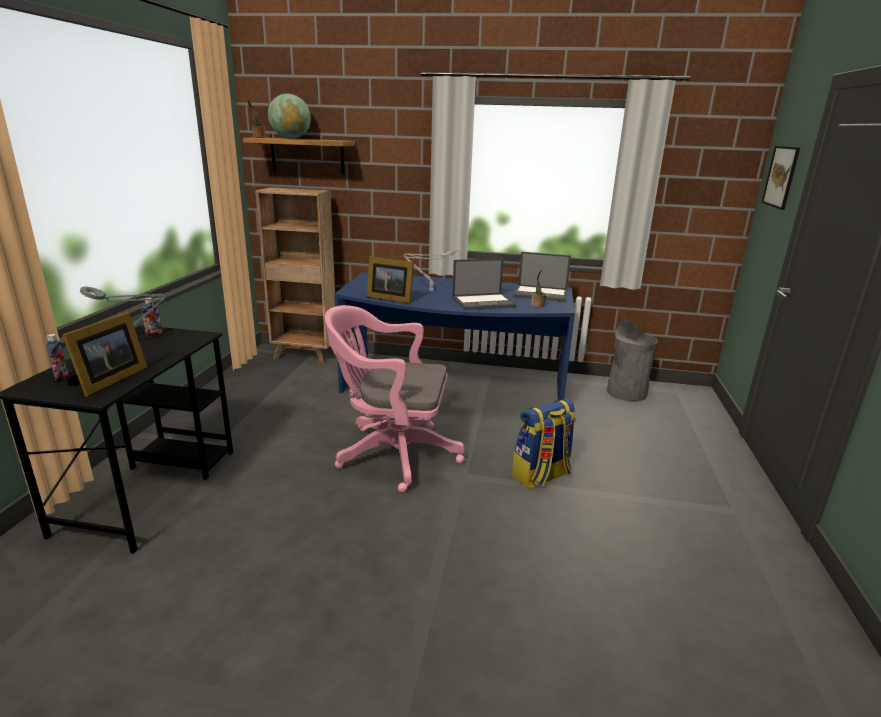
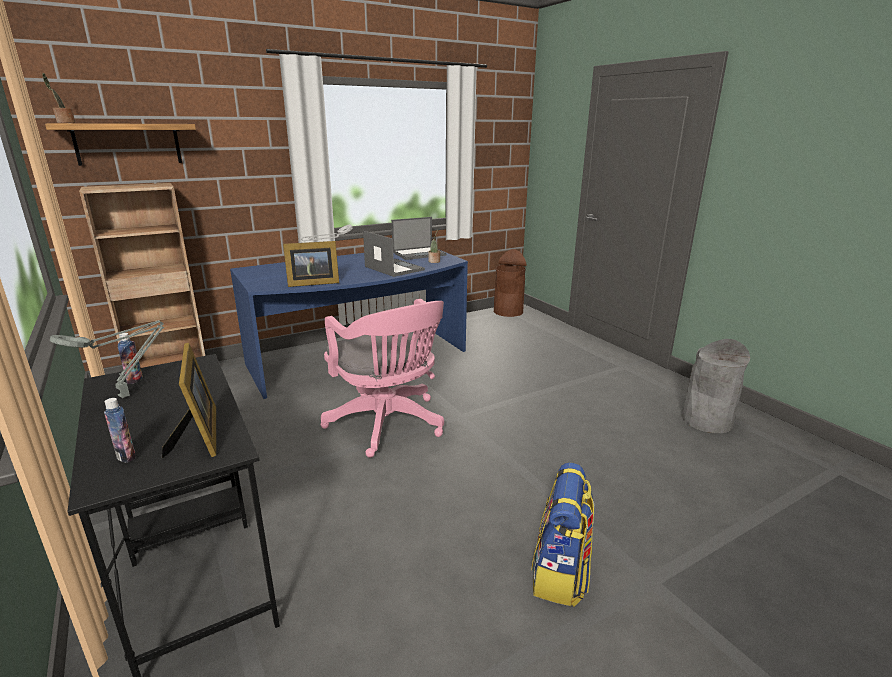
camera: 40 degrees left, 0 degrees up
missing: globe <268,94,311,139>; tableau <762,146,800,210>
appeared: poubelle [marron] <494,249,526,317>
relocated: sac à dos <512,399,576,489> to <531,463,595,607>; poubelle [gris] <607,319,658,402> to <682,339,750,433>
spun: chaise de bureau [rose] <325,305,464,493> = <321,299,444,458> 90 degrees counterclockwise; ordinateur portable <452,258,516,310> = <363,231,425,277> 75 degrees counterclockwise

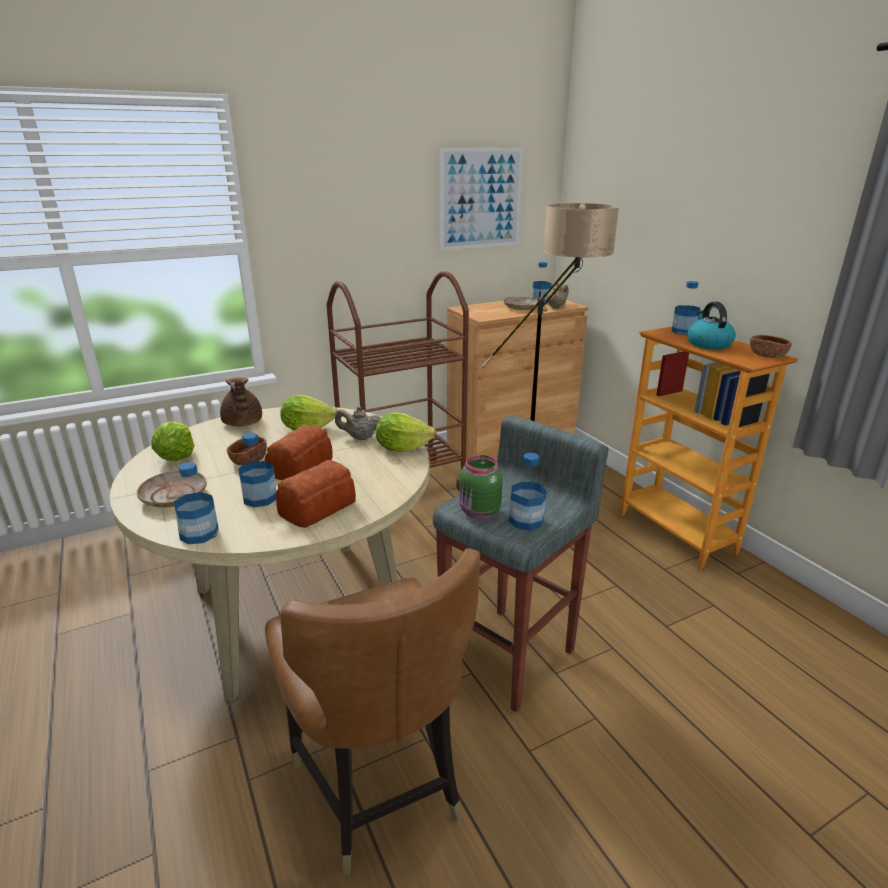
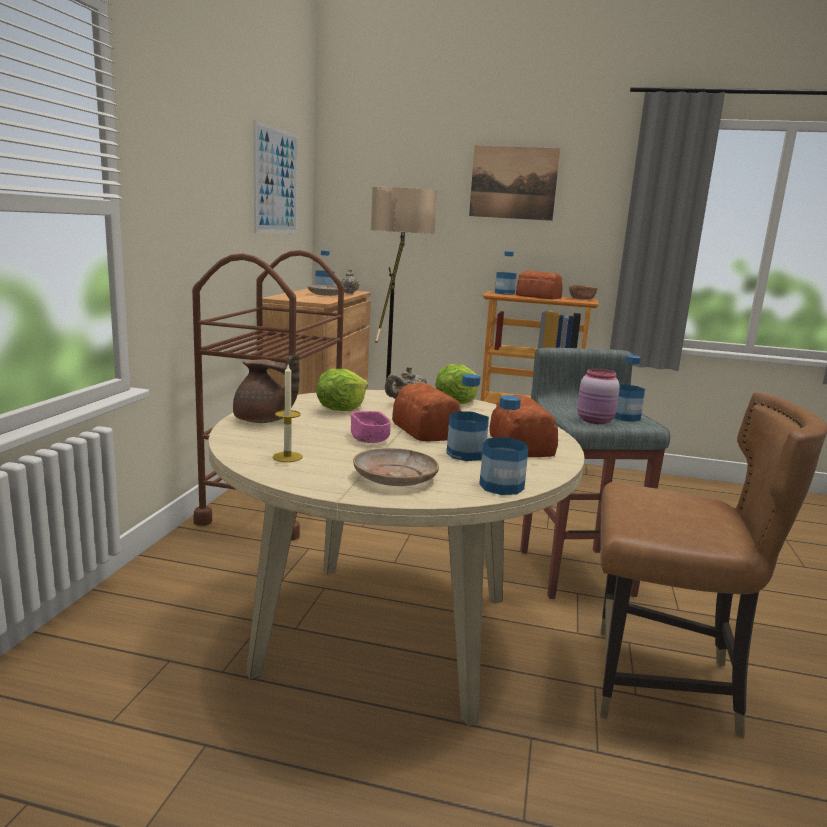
camera: 50 degrees left, 10 degrees down
appeared: tableau <469,146,560,221>
exchanged: laitue <152,421,195,461> to bougie <273,365,302,462>; bouilloire <687,302,736,350> to pain <516,271,563,300>
colour: bol [marron] <227,437,267,466> to bol [rose] <351,411,391,443>; bocal [vert] <459,455,503,519> to bocal [rose] <577,368,620,424>

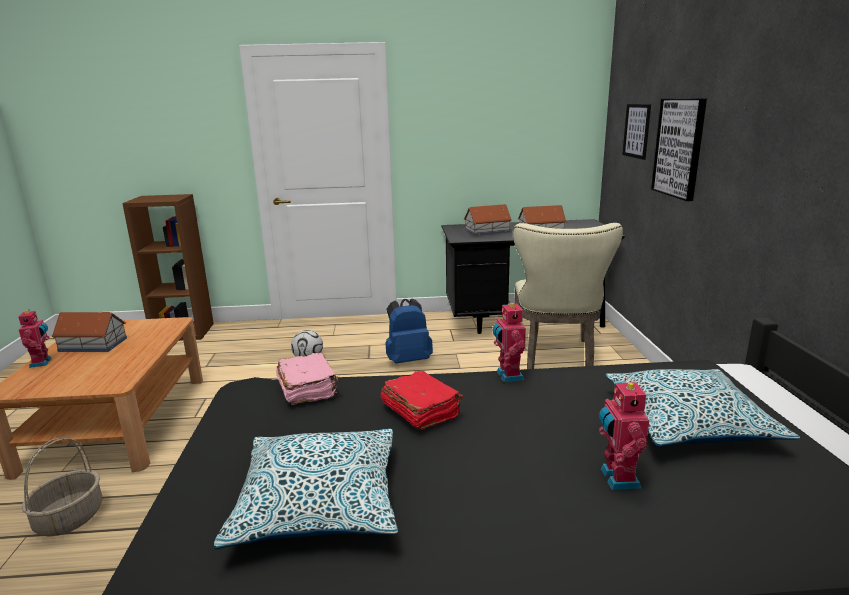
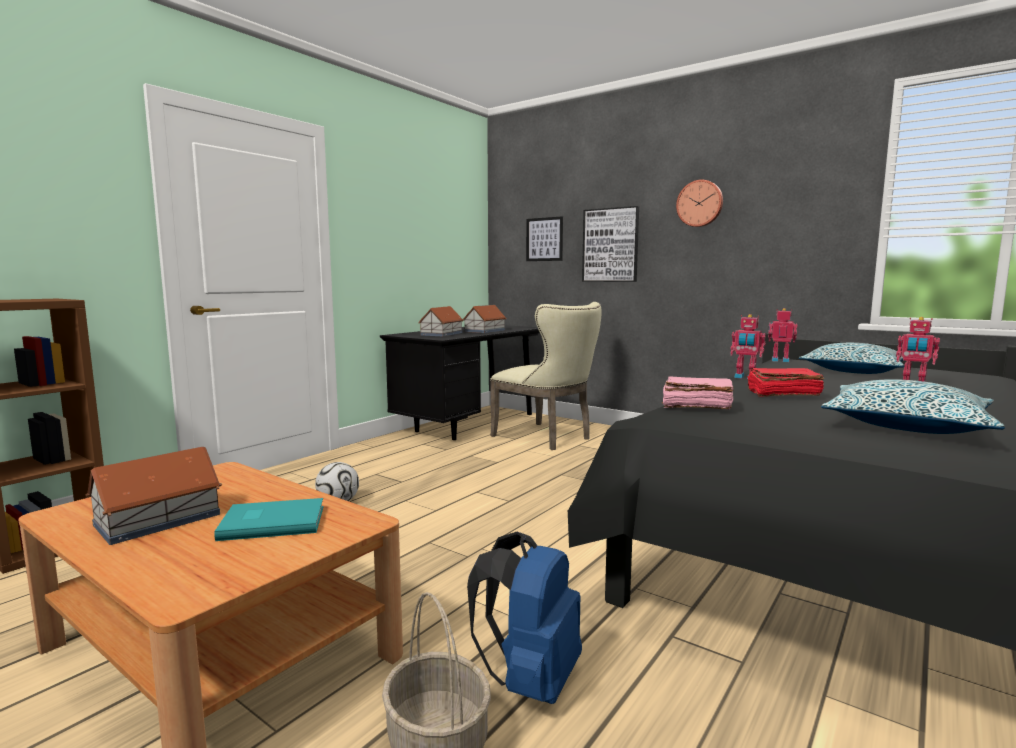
camera: 50 degrees left, 10 degrees down
appeared: livre [turquoise] <214,498,324,541>; horloge murale <676,180,723,227>
relocated: robot jouet <18,309,52,368> to <768,308,797,362>; sac à dos [bleu] <385,299,433,363> to <467,532,582,704>

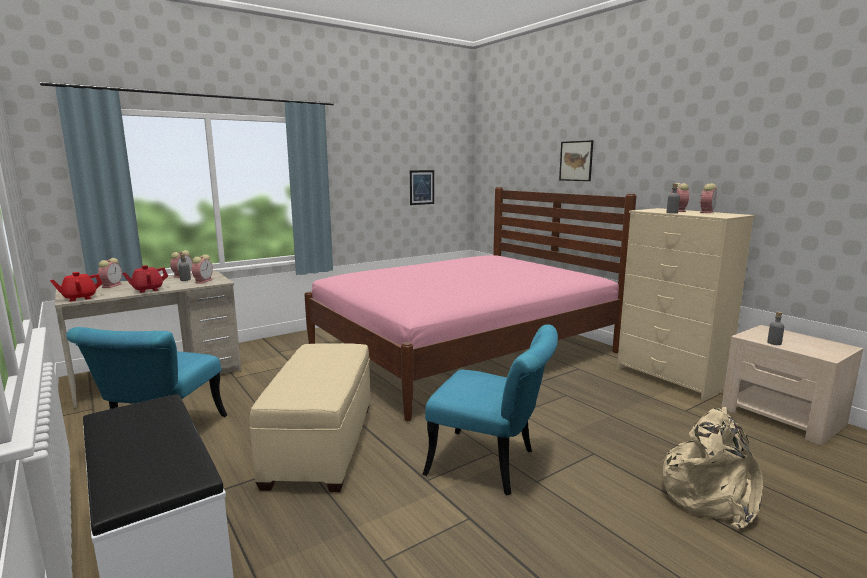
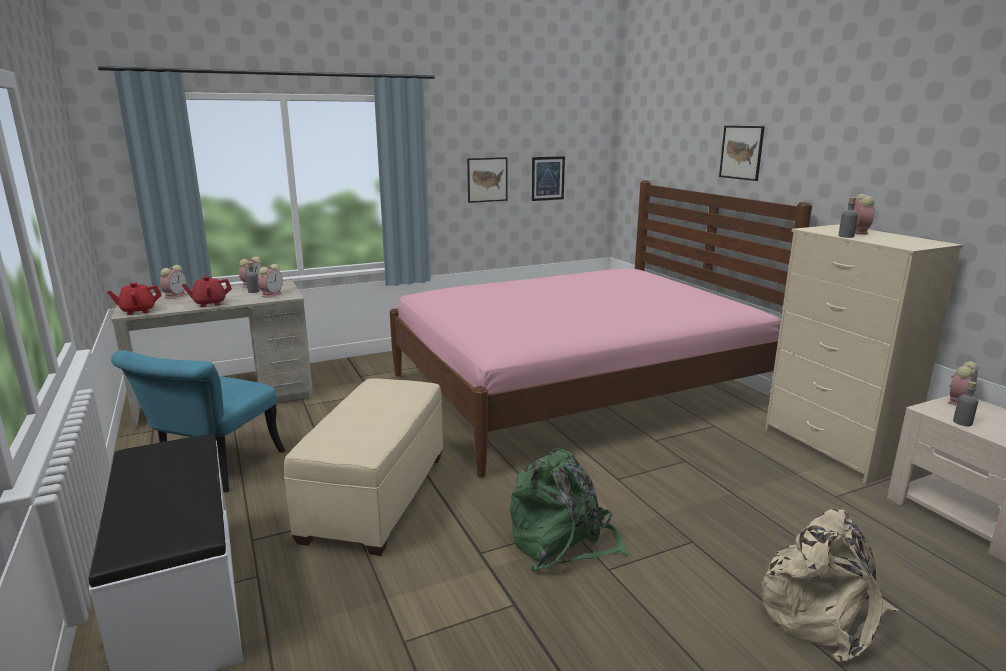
camera: 10 degrees right, 5 degrees up
appeared: tableau <467,157,508,203>
relocated: réveil <699,183,717,213> to <948,361,978,406>
exchanged: chaise [turquoise] <422,324,558,495> to sac à dos [vert] <509,448,628,571>

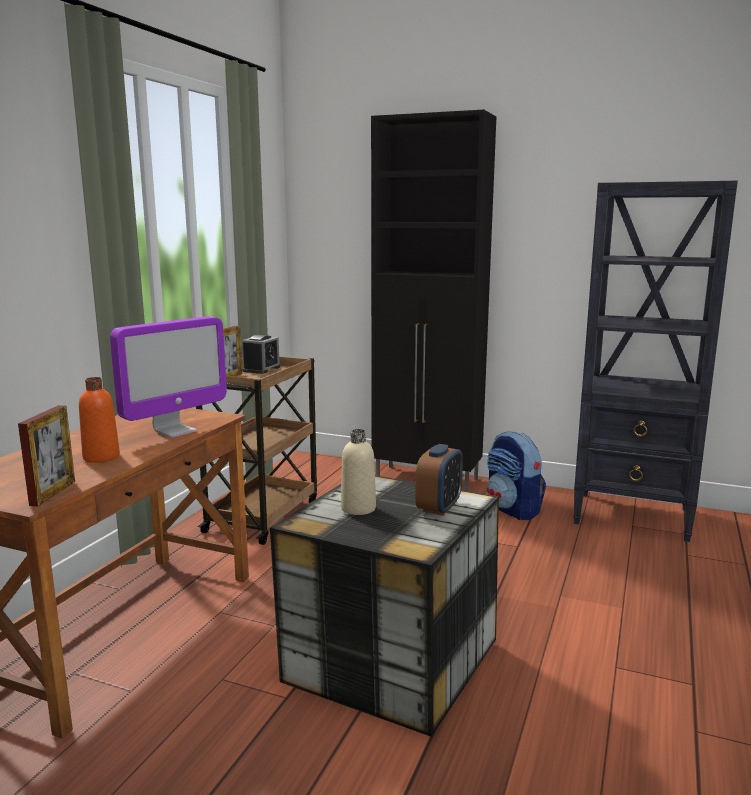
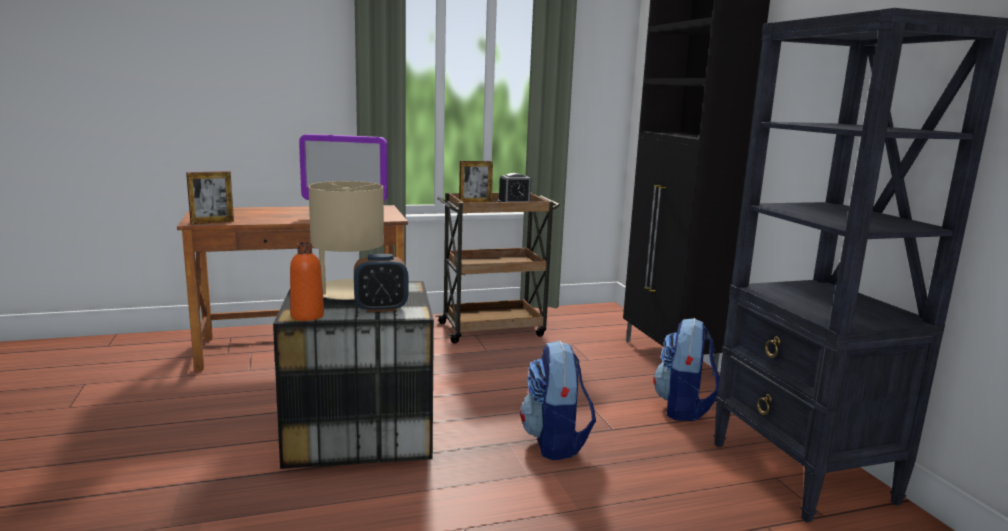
camera: 50 degrees right, 0 degrees up
appeared: sac à dos <520,341,596,460>
relocated: bouteille [orange] <79,377,120,463> to <290,242,324,321>
exchanged: bouteille [beige] <341,429,376,515> to lampe de table [beige] <309,181,384,300>

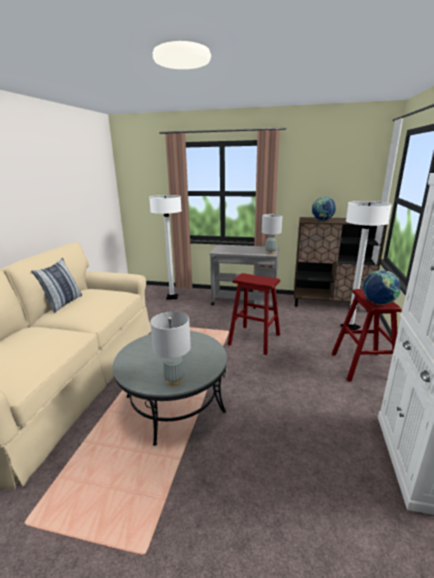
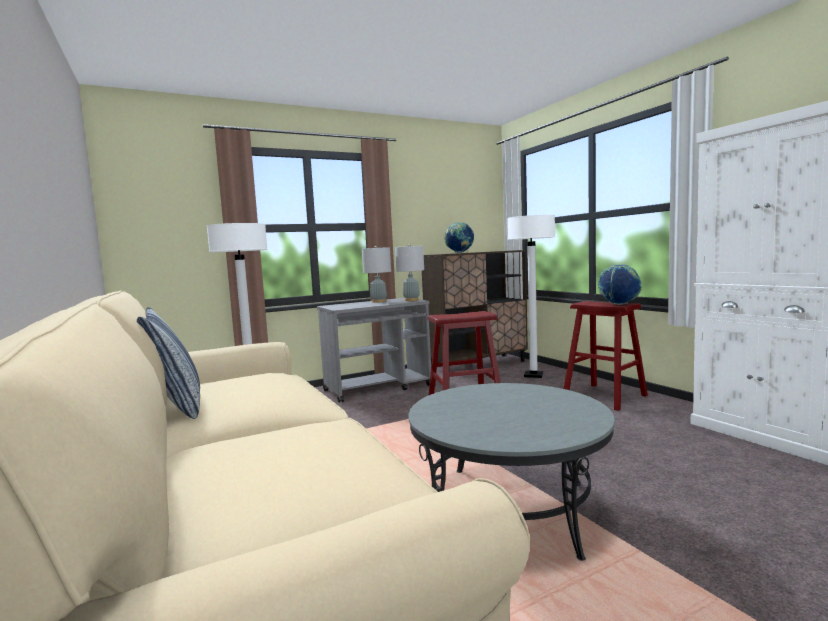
camera: 40 degrees left, 15 degrees down
relocated: lampe de table [gris] <150,311,191,386> to <362,246,391,303>

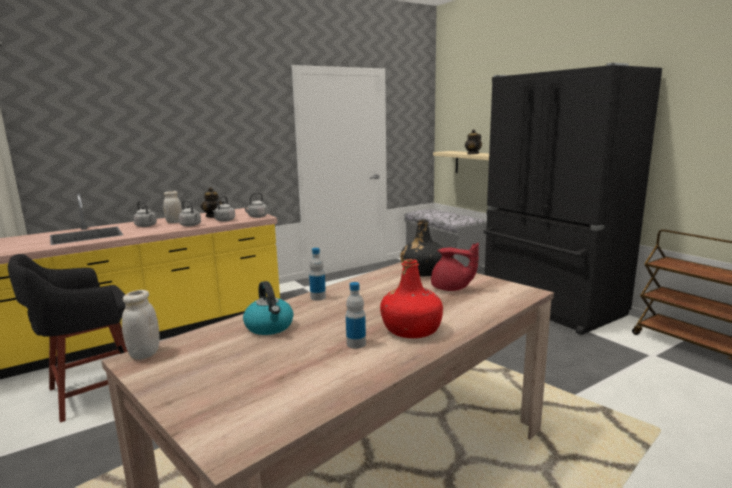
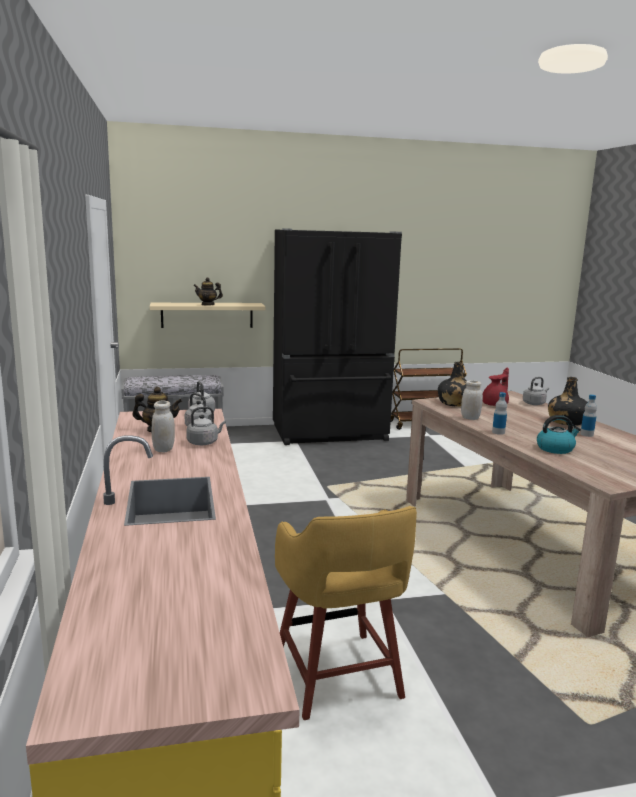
camera: 70 degrees left, 0 degrees up
relocated: bocal [blanc] <122,290,159,360> to <461,380,483,420>; bouilloire [gris] <133,201,157,227> to <523,377,549,405>
colour: tabouret [noir] <8,254,128,422> to tabouret [jaune] <275,506,417,720>; bouteille [rouge] <380,259,443,338> to bouteille [noir] <548,377,588,426>

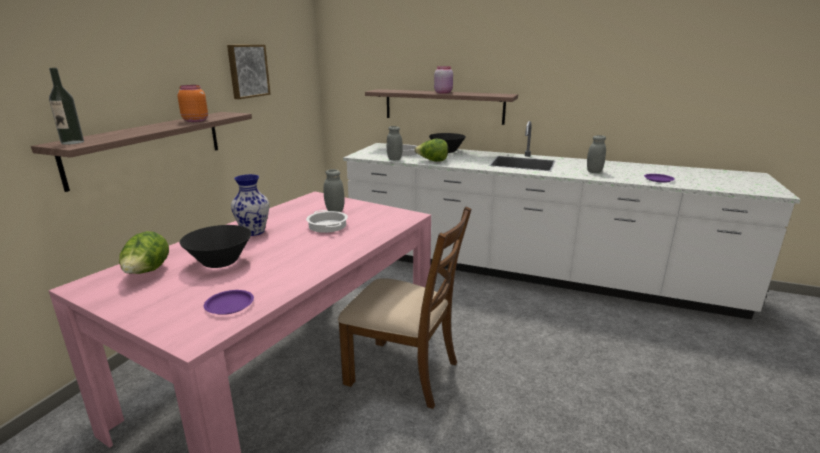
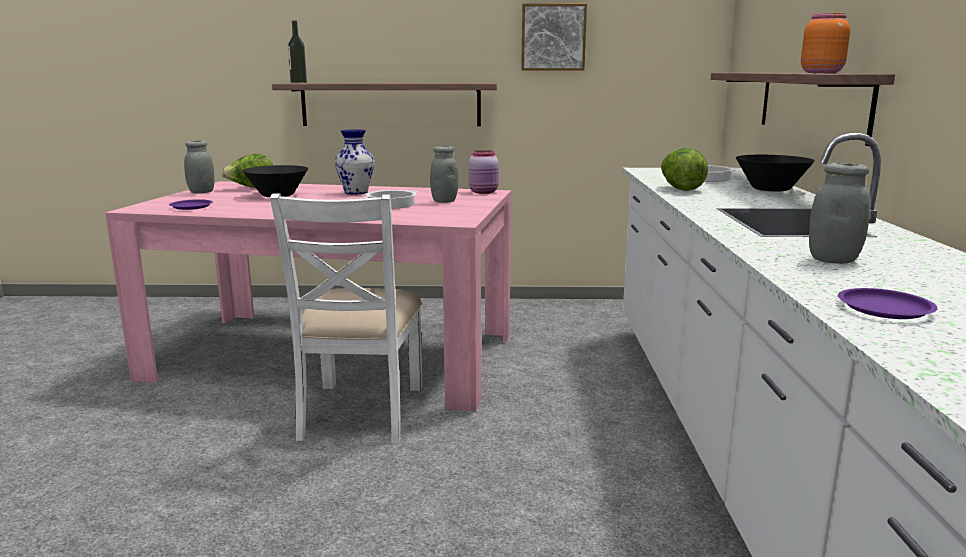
camera: 70 degrees right, 5 degrees down
relocated: bocal [orange] <177,85,208,122> to <801,13,851,73>; bocal [gris] <387,126,403,160> to <184,140,215,194>; bocal [rose] <434,66,453,94> to <468,150,499,194>
colour: chaise [marron] <338,206,472,409> to chaise [blanc] <270,193,422,443>

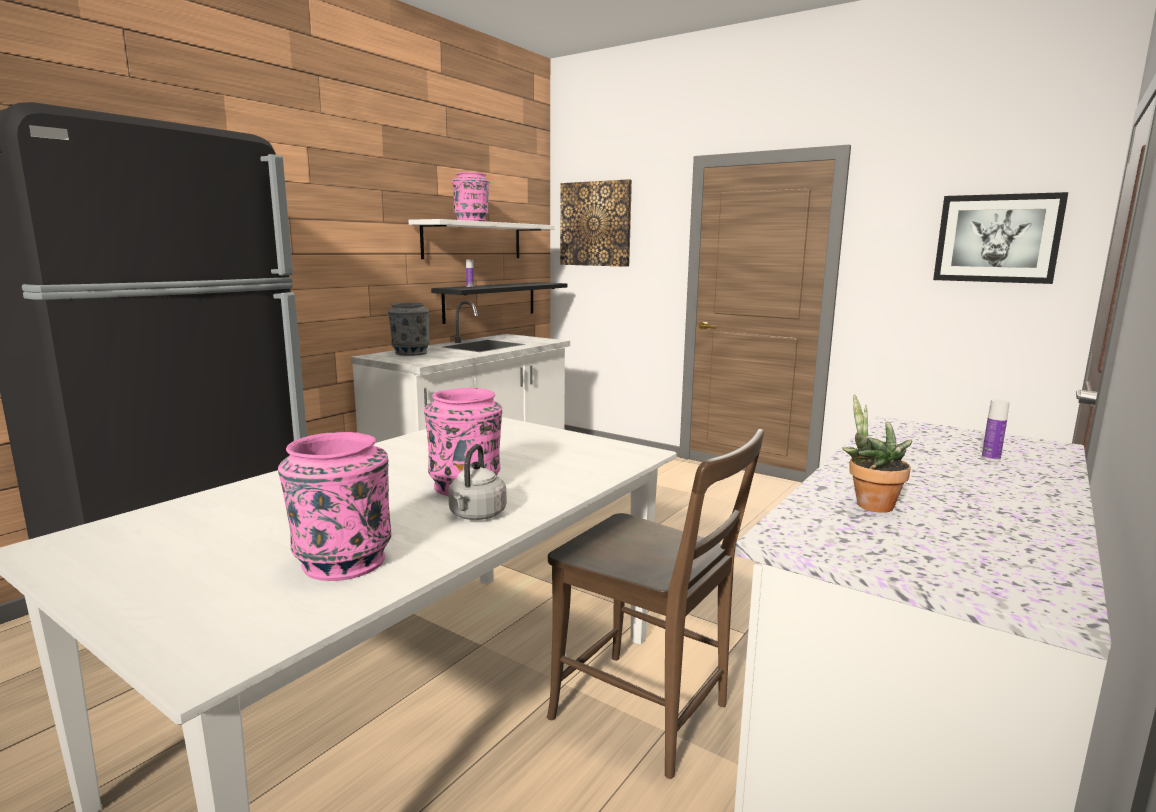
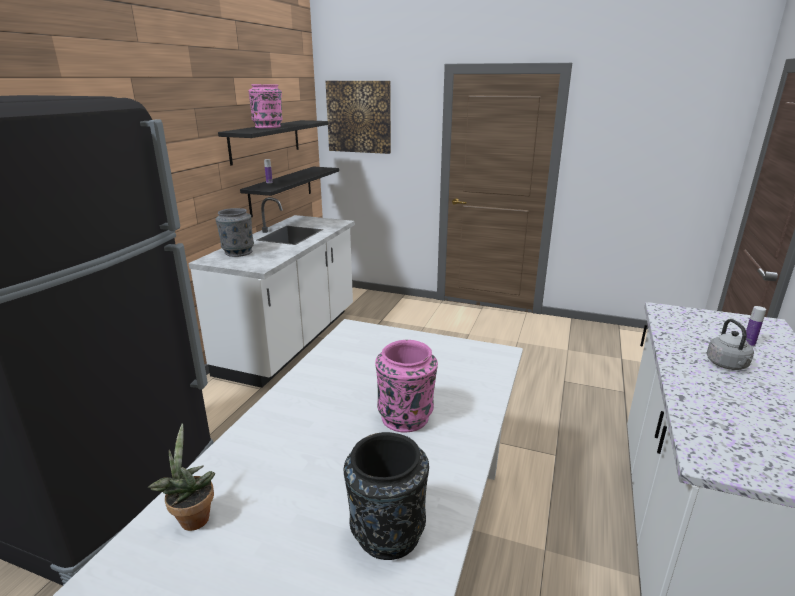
camera: 15 degrees left, 10 degrees up
missing: chaise [marron] <547,429,764,779>; tableau <933,192,1068,284>
relocated: bouilloire [gris] <448,444,507,520> to <707,319,754,370>; plante en pot <842,394,913,513> to <148,423,215,531>
colour: vase [rose] <278,432,392,581> to vase [noir] <344,432,429,560>; étagère [blanc] <409,219,555,259> to étagère [noir] <218,120,329,166>

